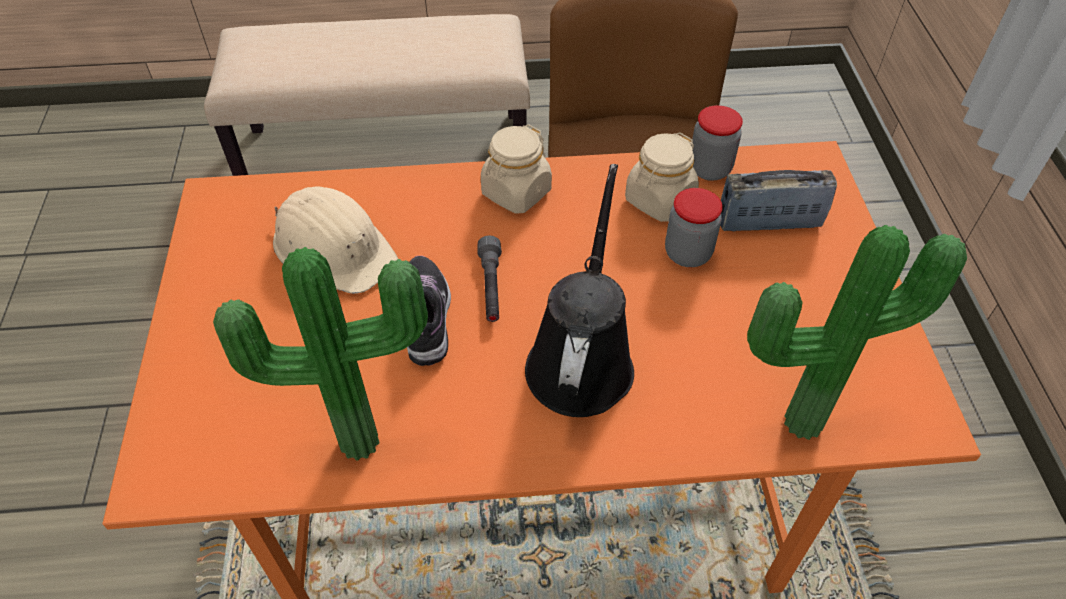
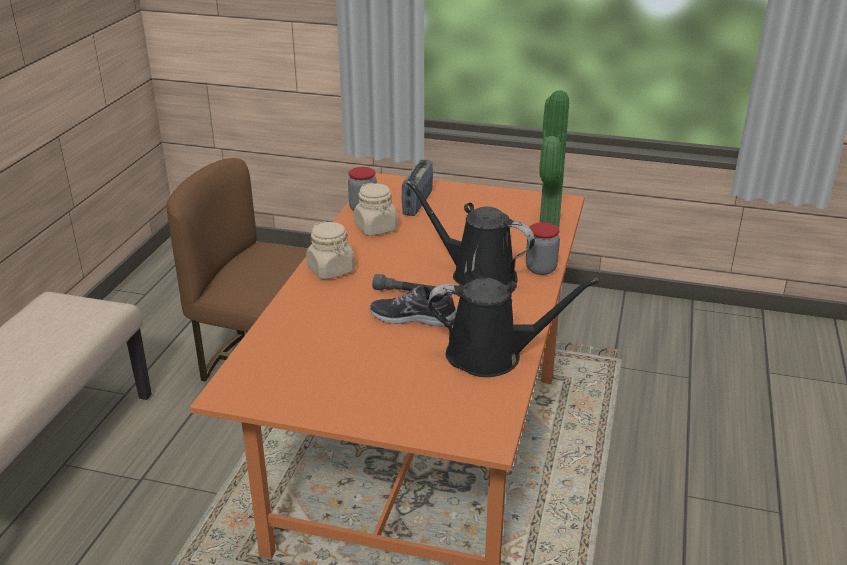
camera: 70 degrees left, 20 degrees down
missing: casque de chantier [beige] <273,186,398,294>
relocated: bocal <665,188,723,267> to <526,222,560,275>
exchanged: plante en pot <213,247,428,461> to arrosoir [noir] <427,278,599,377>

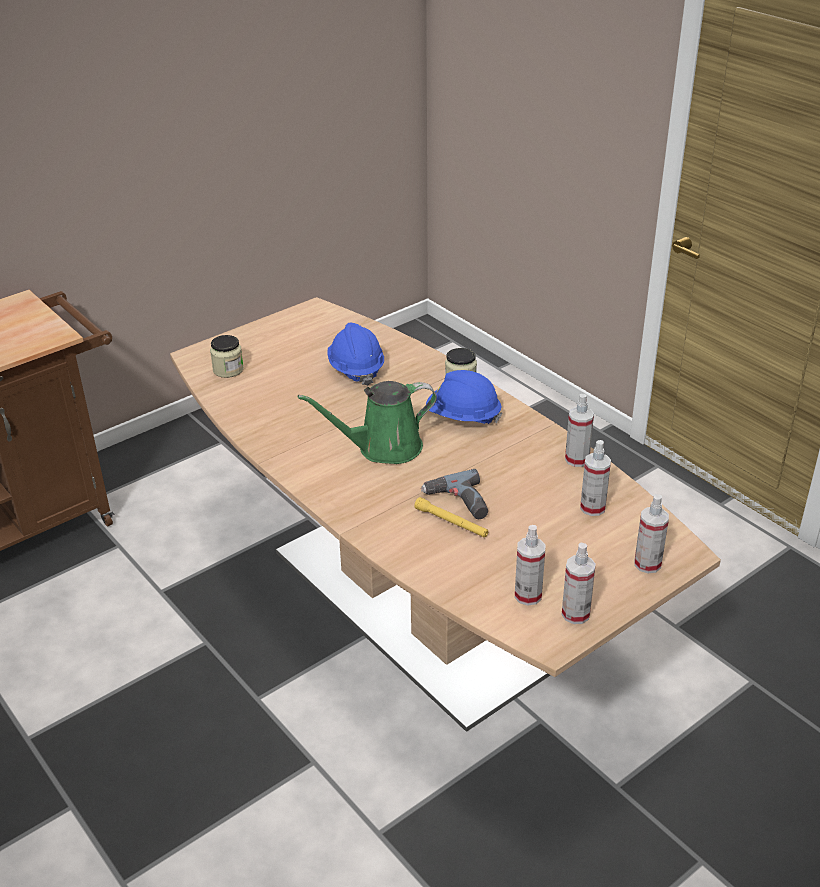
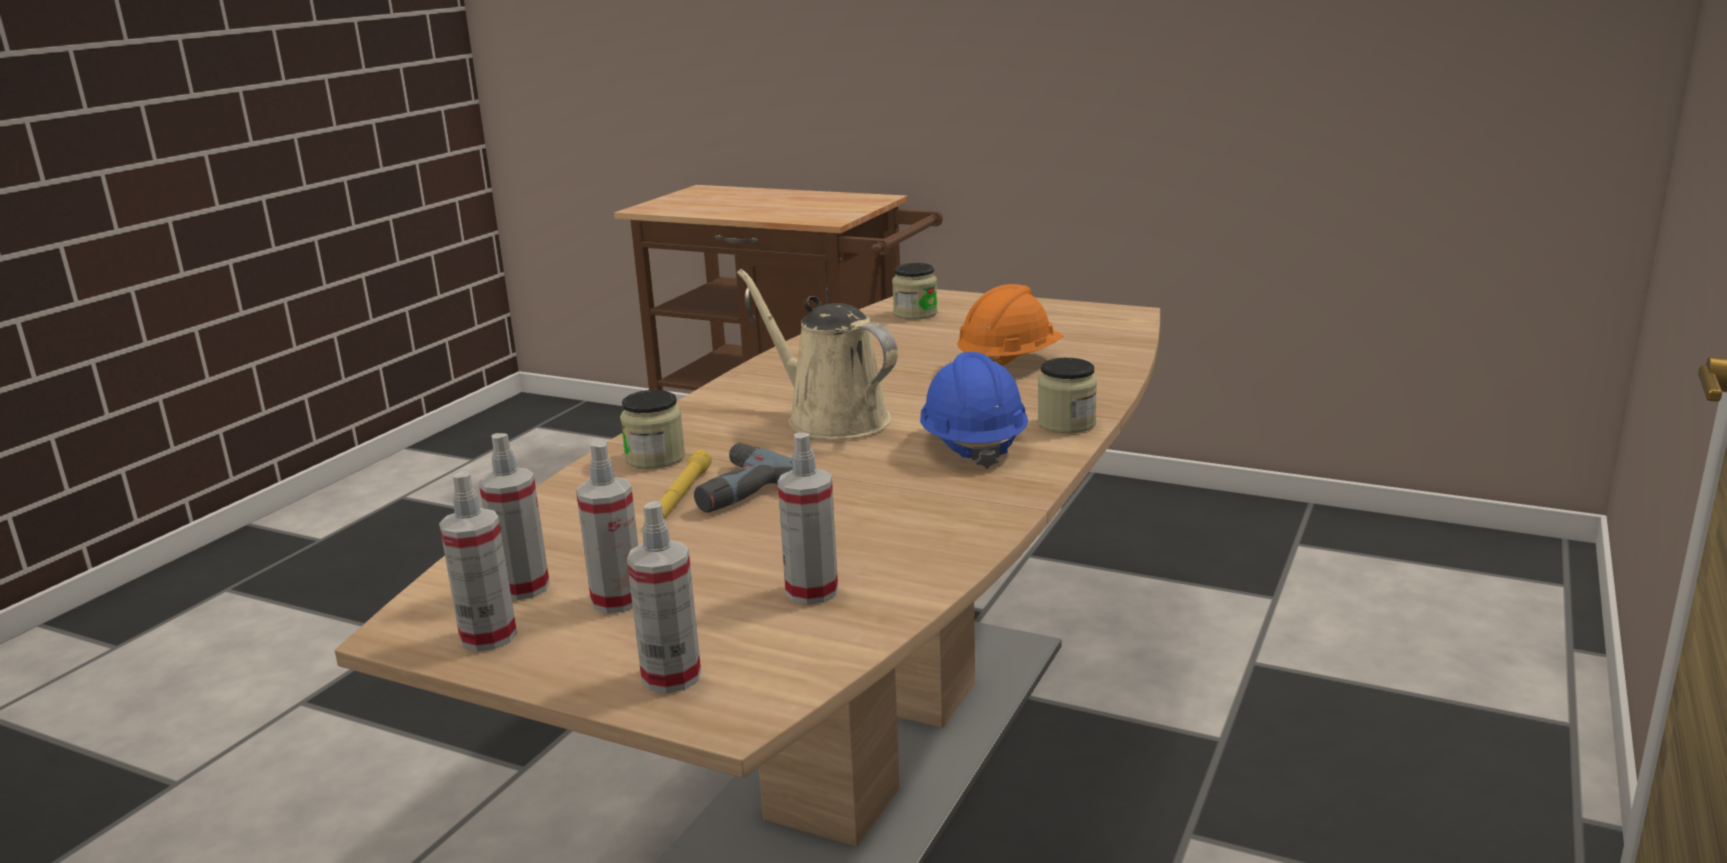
camera: 65 degrees right, 15 degrees down
appeared: bocal <620,390,685,469>
relocated: vaporisateur <565,394,594,467> to <576,441,638,613>
colour: arrosoir [vert] <298,381,437,464> to arrosoir [beige] <737,269,898,439>; casque de chantier [bleu] <327,323,384,386> to casque de chantier [orange] <957,284,1063,366>

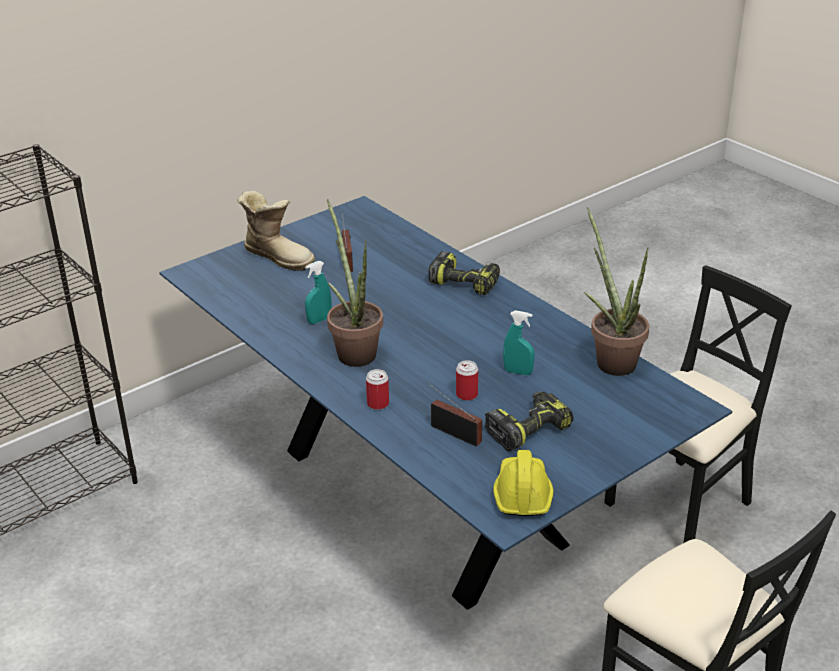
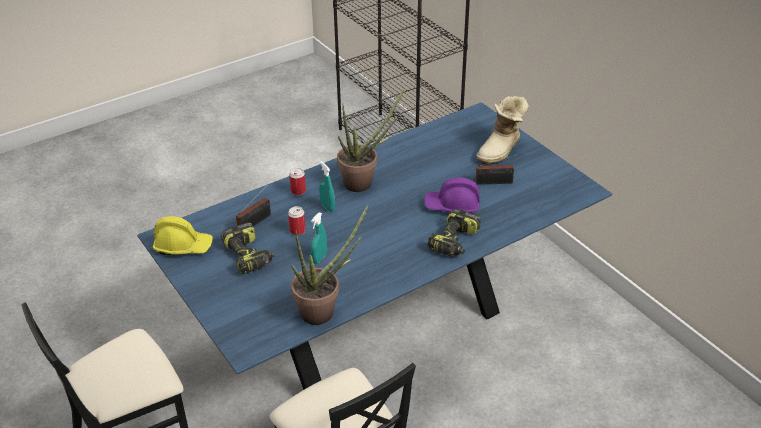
camera: 95 degrees right, 5 degrees up
appeared: casque de chantier [violet] <424,178,480,213>
relocated: vaporisateur [turquoise] <305,261,332,324> to <319,161,335,212>

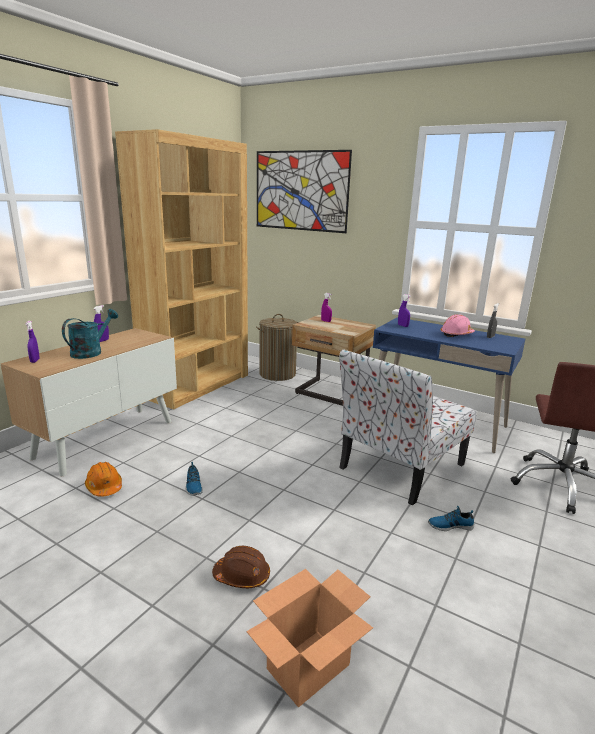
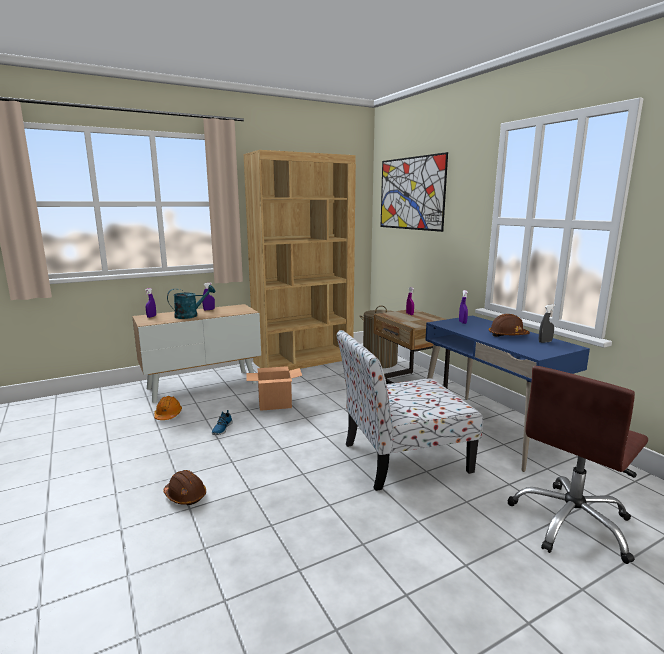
camera: 30 degrees right, 5 degrees down
missing: chaussure <428,506,474,531>
relocated: carton <246,569,373,708> to <246,366,302,411>
colour: casque de chantier [rose] <440,314,475,337> to casque de chantier [marron] <489,314,530,337>

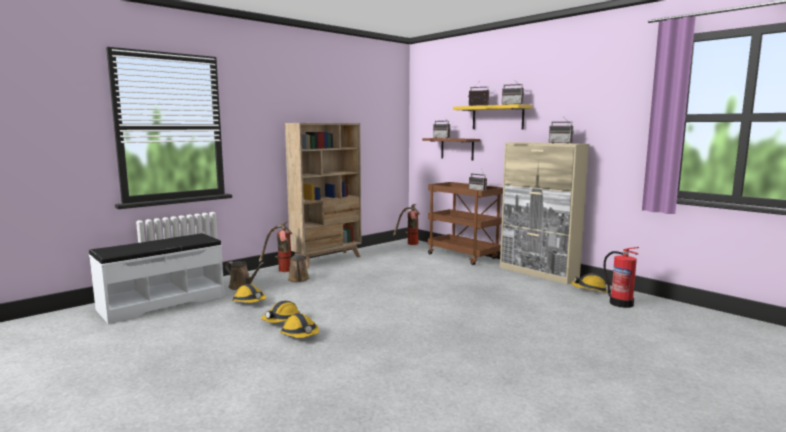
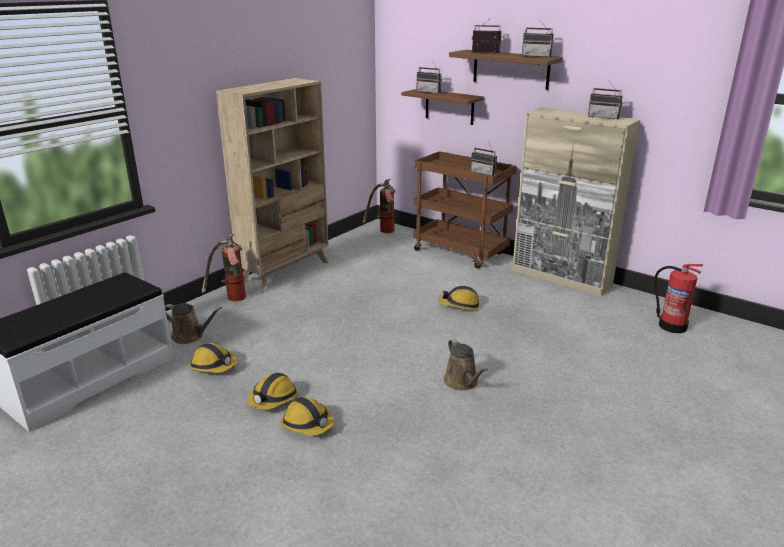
camera: 10 degrees left, 15 degrees up
relocated: arrosoir [marron] <288,254,310,282> to <444,339,488,390>; casque de chantier <571,274,608,293> to <438,286,481,310>
colour: étagère [jaune] <453,104,533,129> to étagère [marron] <449,50,563,90>

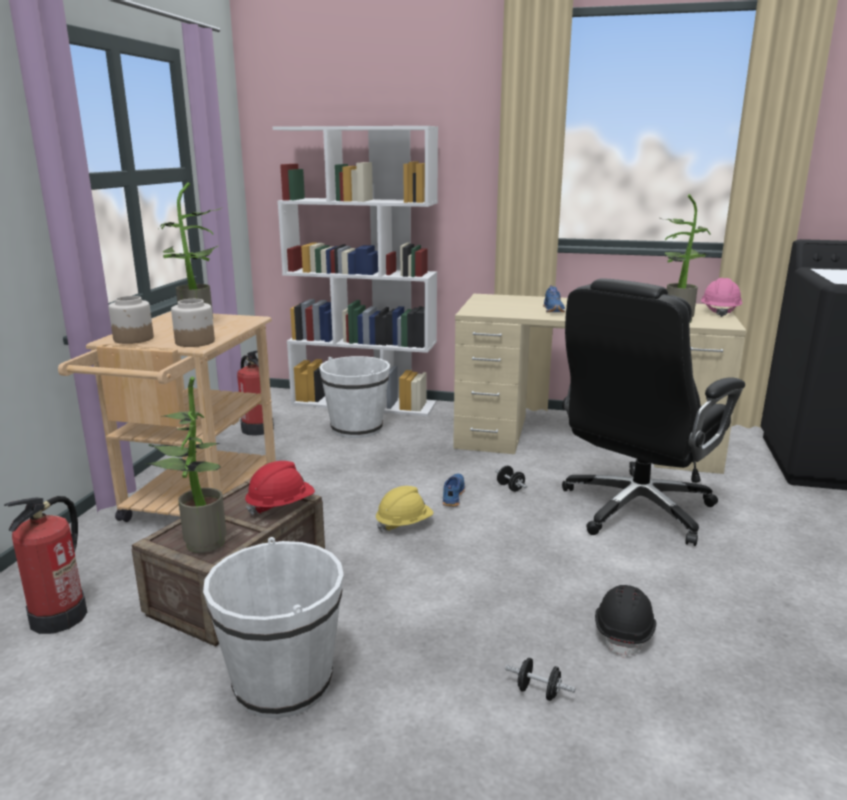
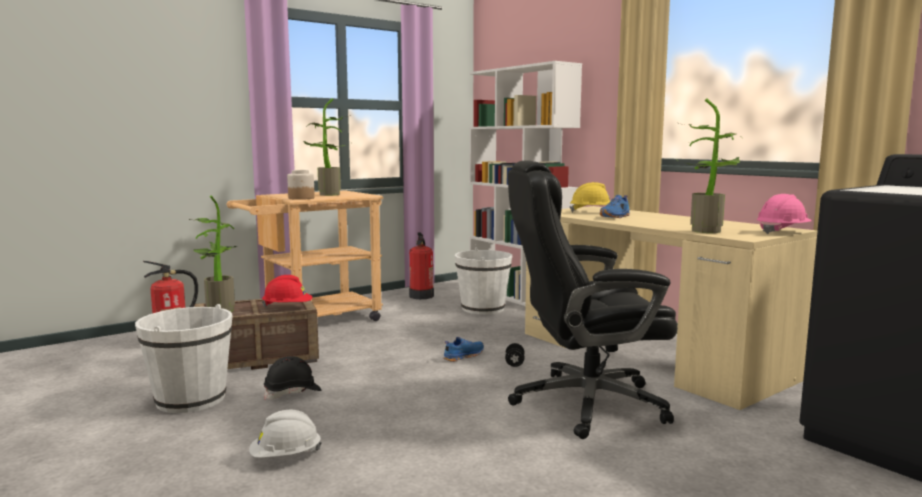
camera: 40 degrees right, 10 degrees down
missing: bocal <108,296,154,344>
relocated: casque de chantier [jaune] <376,486,433,532> to <569,182,610,213>; casque de chantier [noir] <595,585,656,658> to <264,356,321,399>
exchanged: haltère [noir] <505,658,576,701> to casque de chantier [blanc] <249,410,322,458>

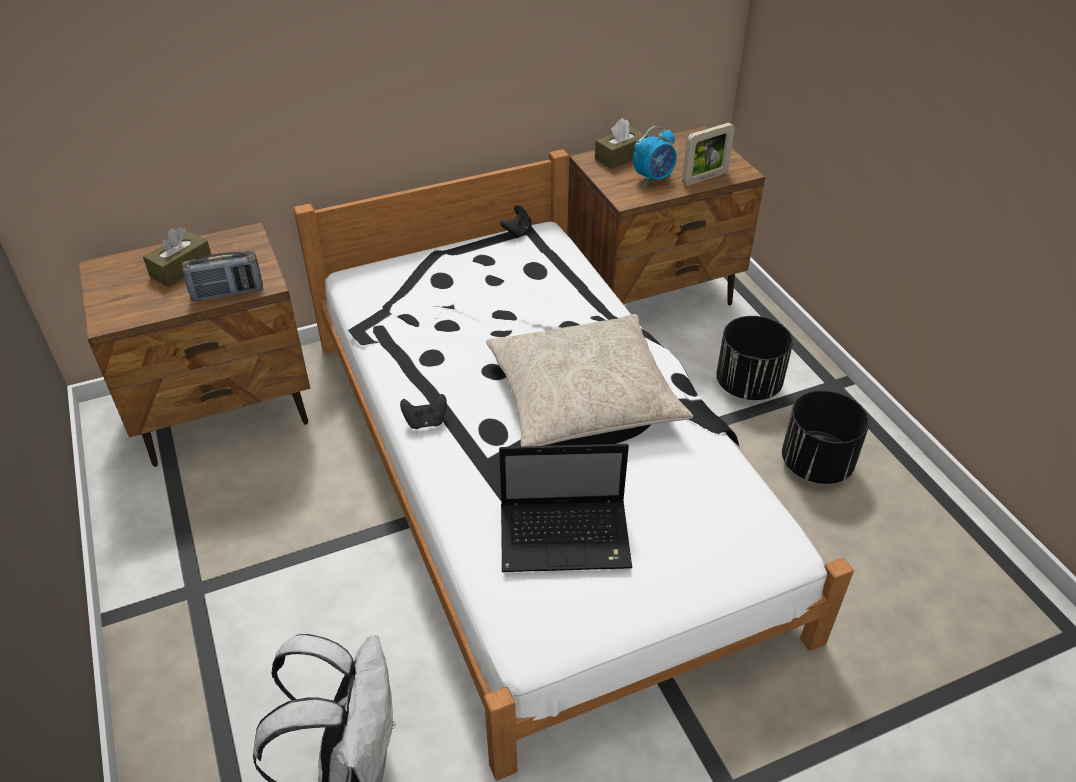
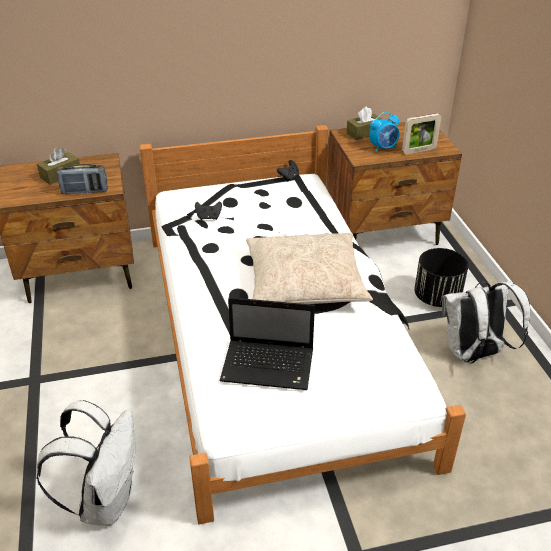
camera: 10 degrees right, 5 degrees down
relocated: manette [noir] <400,394,447,429> to <195,202,222,220>
exchanged: cache-pot [noir] <782,390,869,484> to sac à dos [blanc] <442,281,530,364>

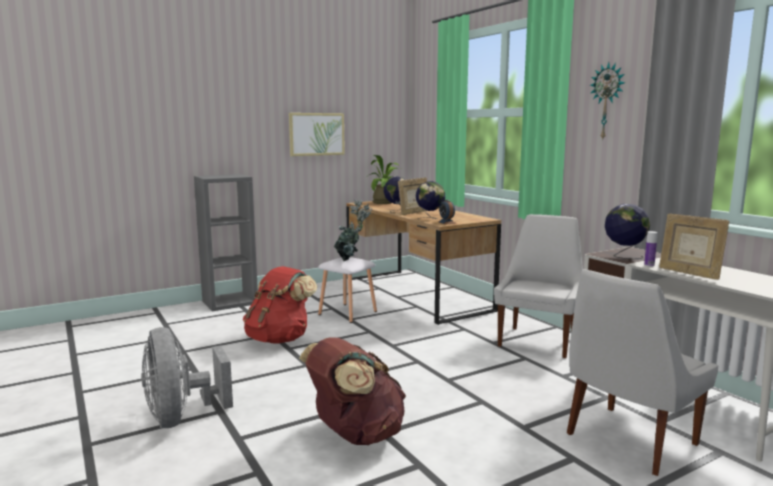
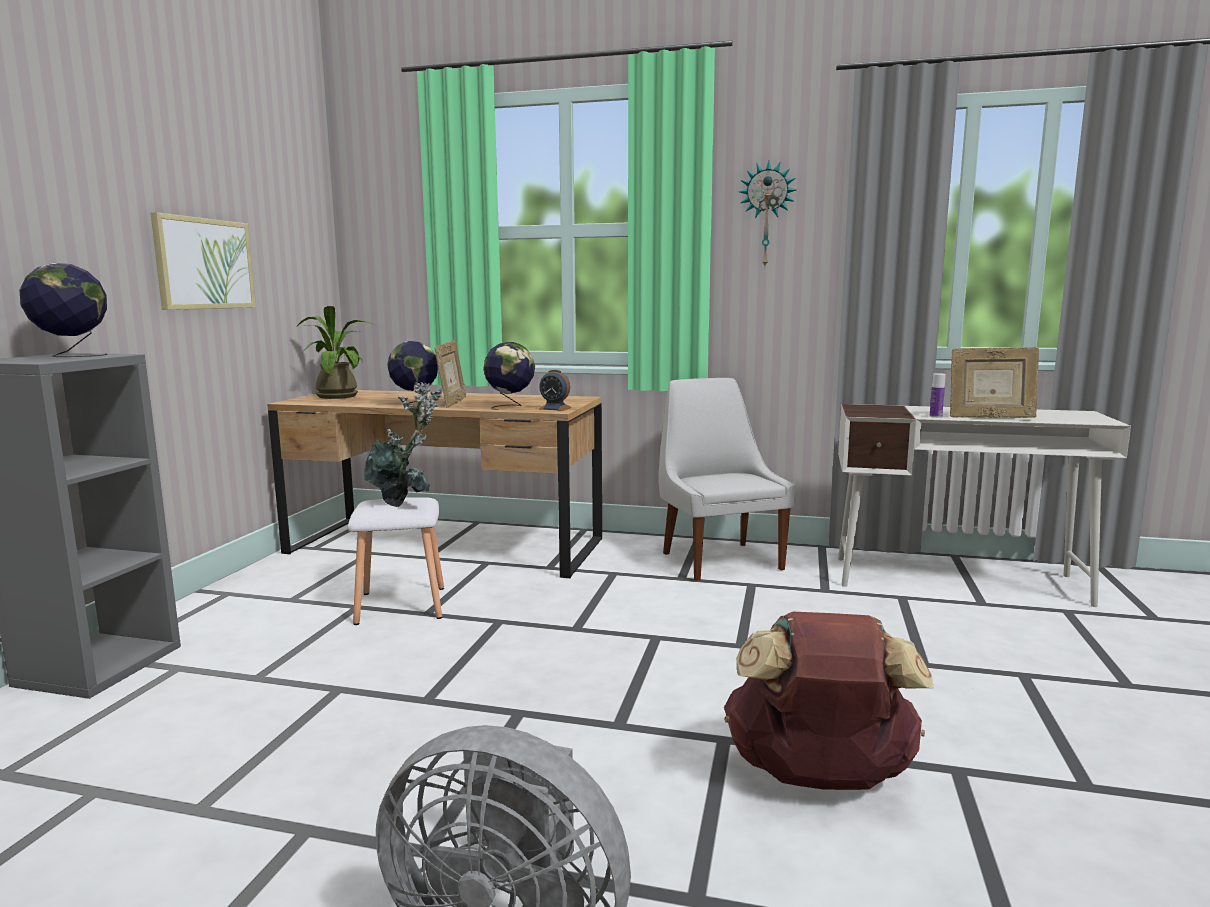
camera: 45 degrees left, 0 degrees up
missing: sac à dos [rouge] <243,266,317,344>; chaise [blanc] <567,269,718,476>
relocated: globe <605,204,650,259> to <20,263,108,357>

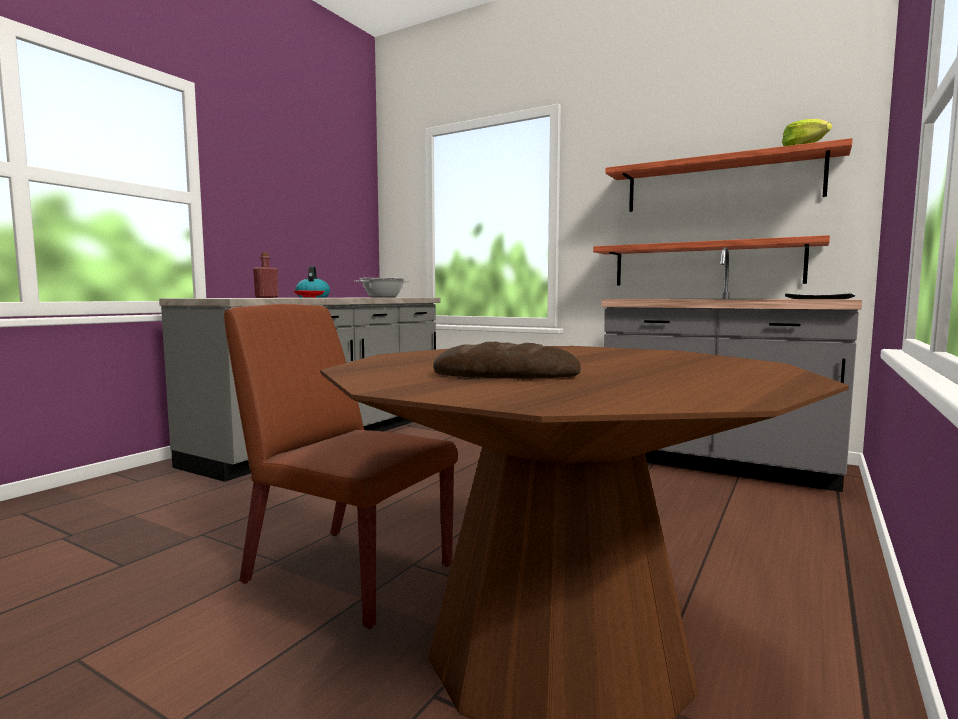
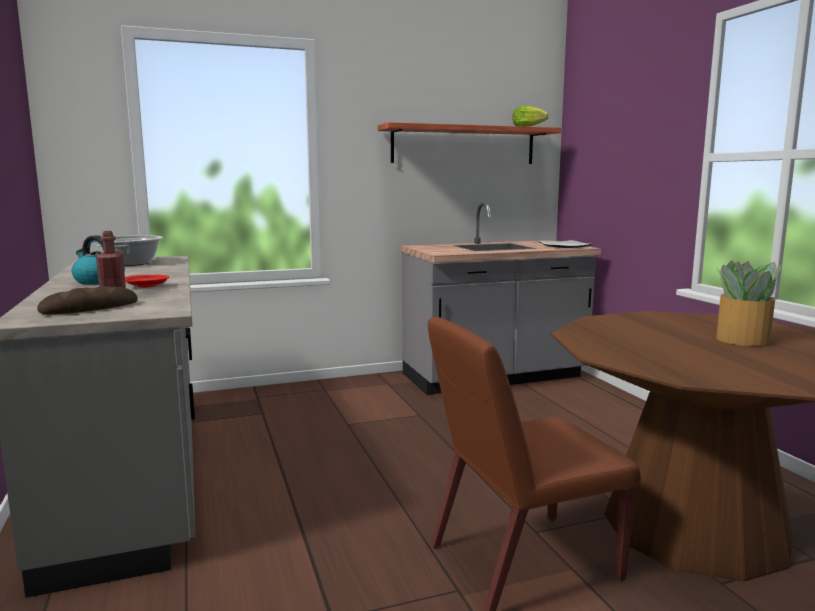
camera: 50 degrees left, 5 degrees up
missing: étagère <593,235,830,286>
appeared: plante en pot <716,260,781,346>
relocated: pain <433,342,581,379> to <37,286,138,315>

